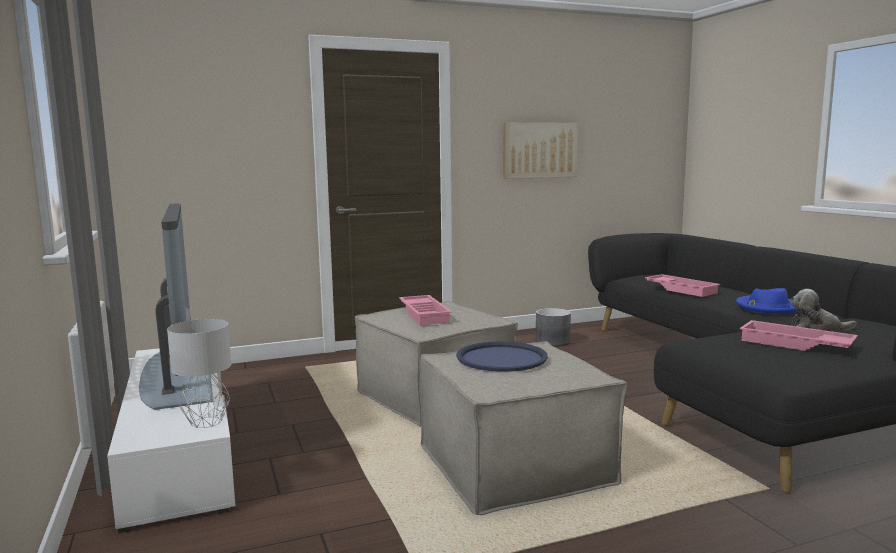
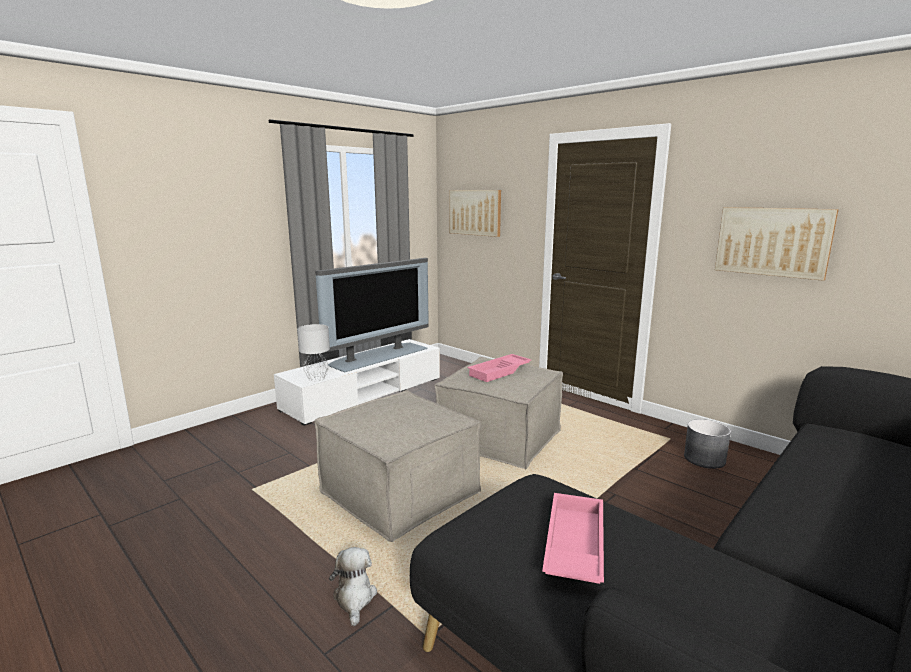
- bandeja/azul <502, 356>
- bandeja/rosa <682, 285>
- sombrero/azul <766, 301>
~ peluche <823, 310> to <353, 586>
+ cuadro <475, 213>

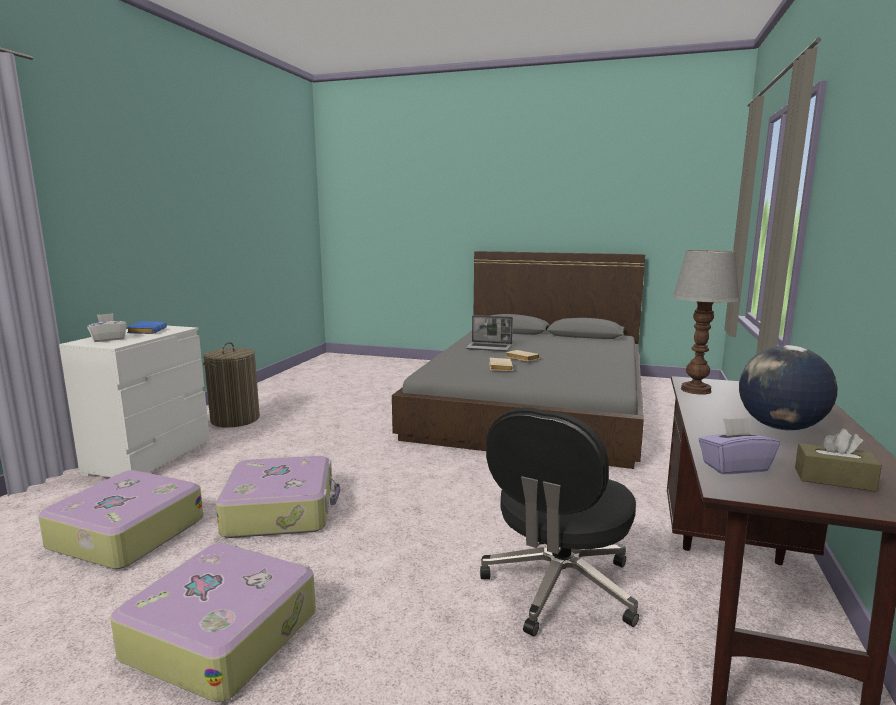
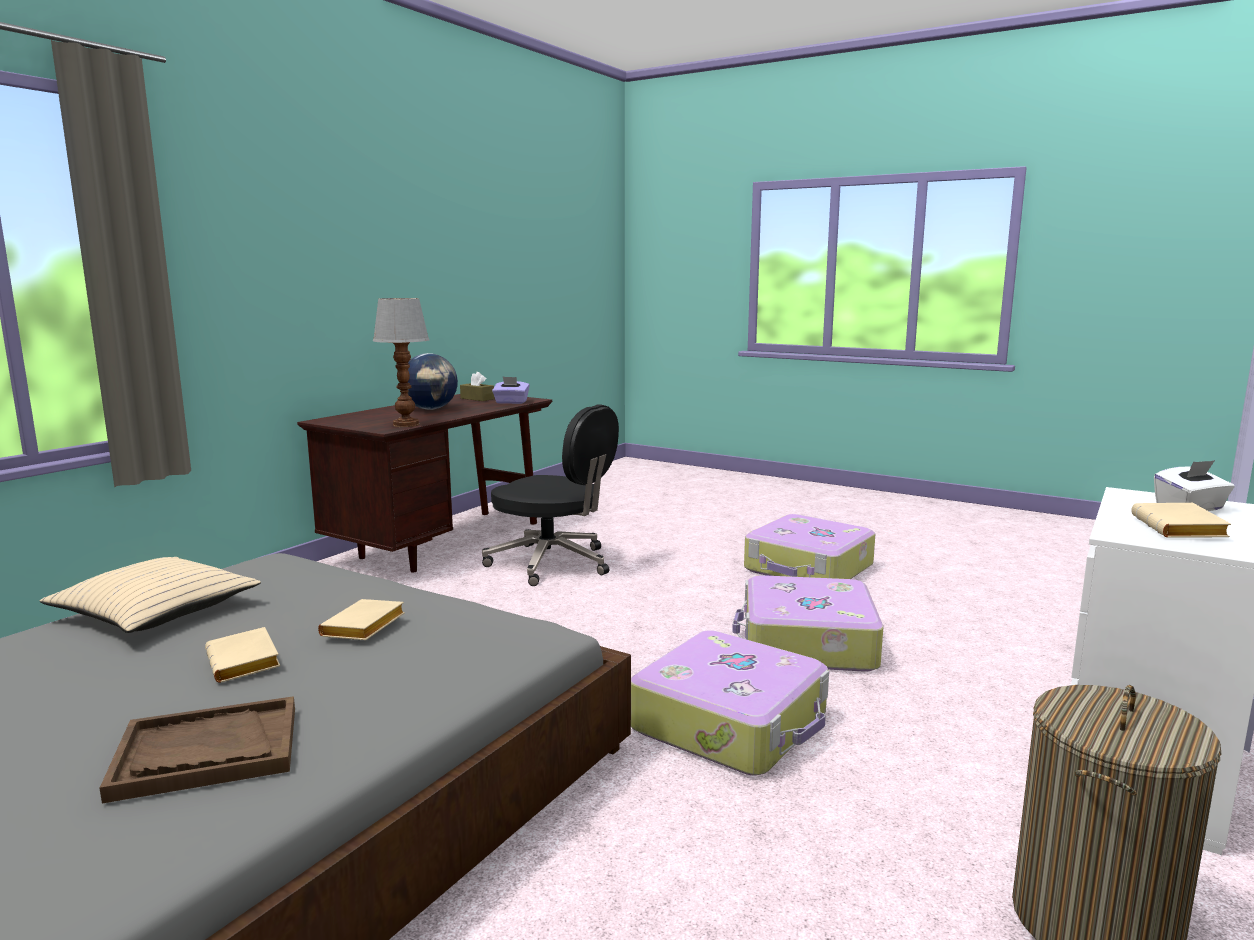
~ maleta <120, 519> to <730, 702>
~ libro/azul <146, 327> to libro/beis <1181, 520>
~ portátil <489, 333> to bandeja/marrón <197, 749>
~ silla de oficina/negro <559, 522> = <550, 495> 75 degrees clockwise
+ cojín/beis <150, 595>

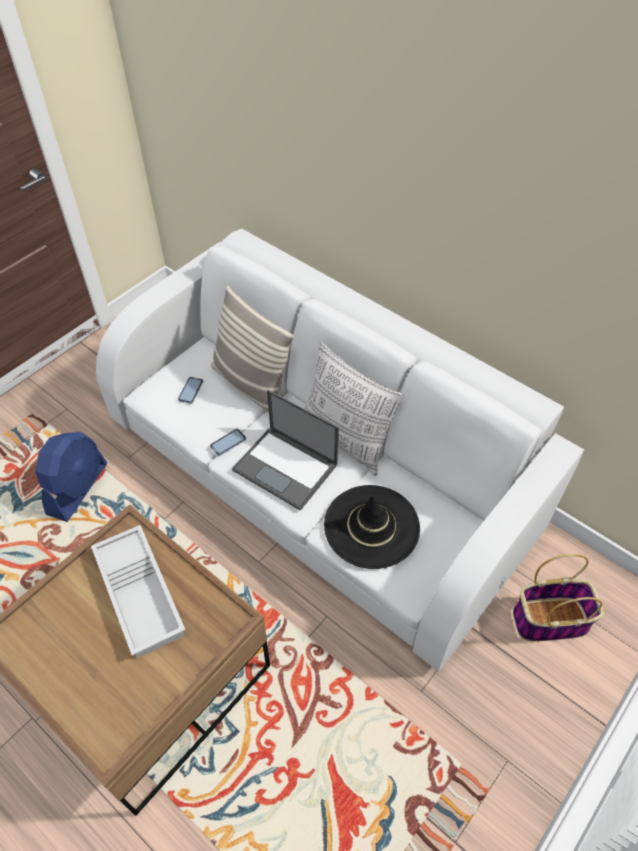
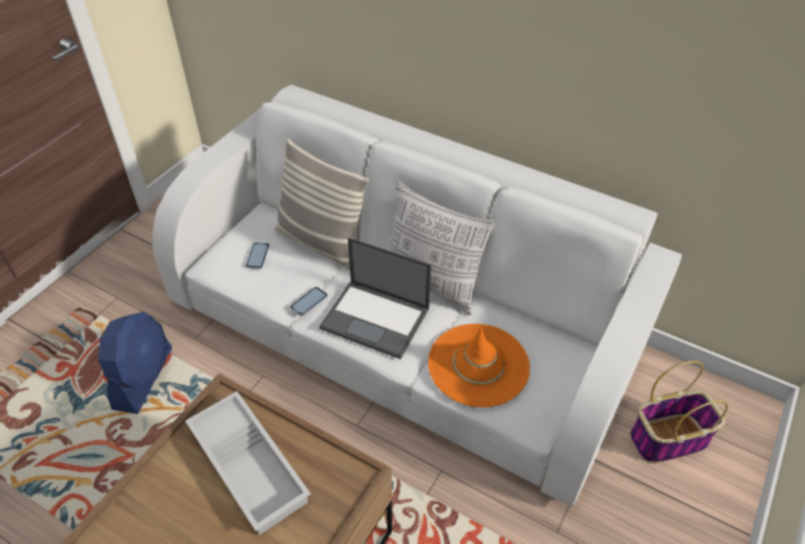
~ sombrero/negro <372, 527> to sombrero/naranja <479, 365>

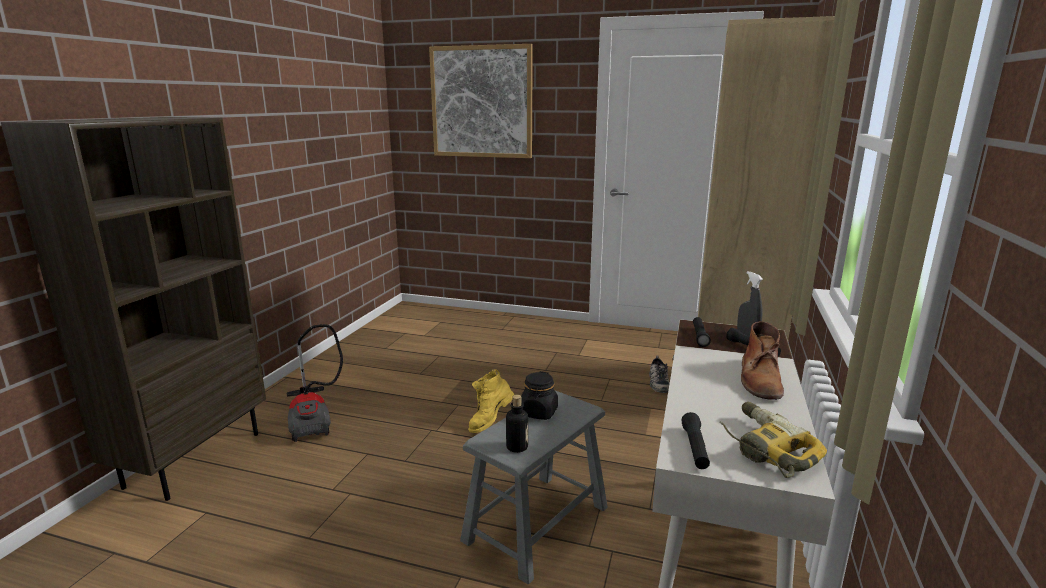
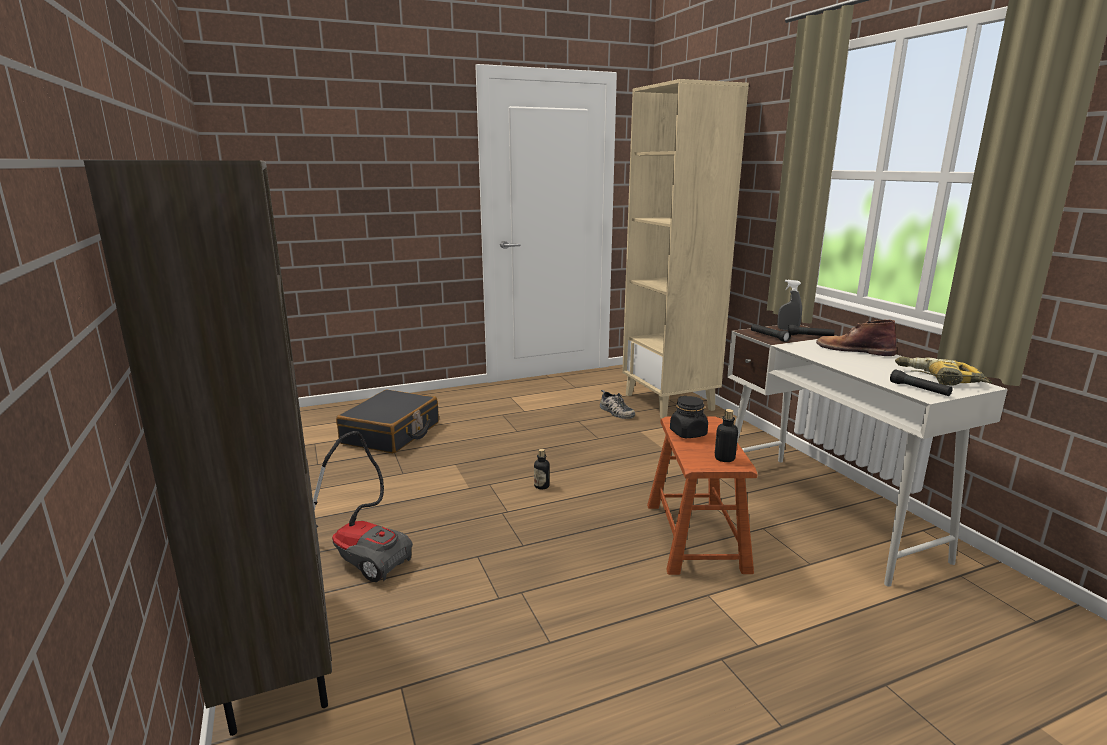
- cuadro <481, 101>
~ taburete/gris <534, 487> to taburete/marrón <702, 495>
~ bota/amarillo <491, 401> to botella <542, 469>
~ bota/marrón <762, 360> = <856, 338> 150 degrees clockwise
+ maleta/negro <387, 421>

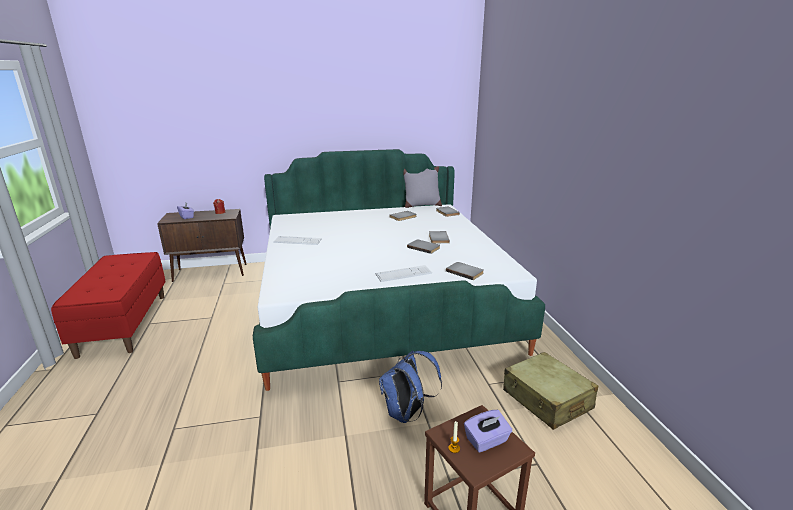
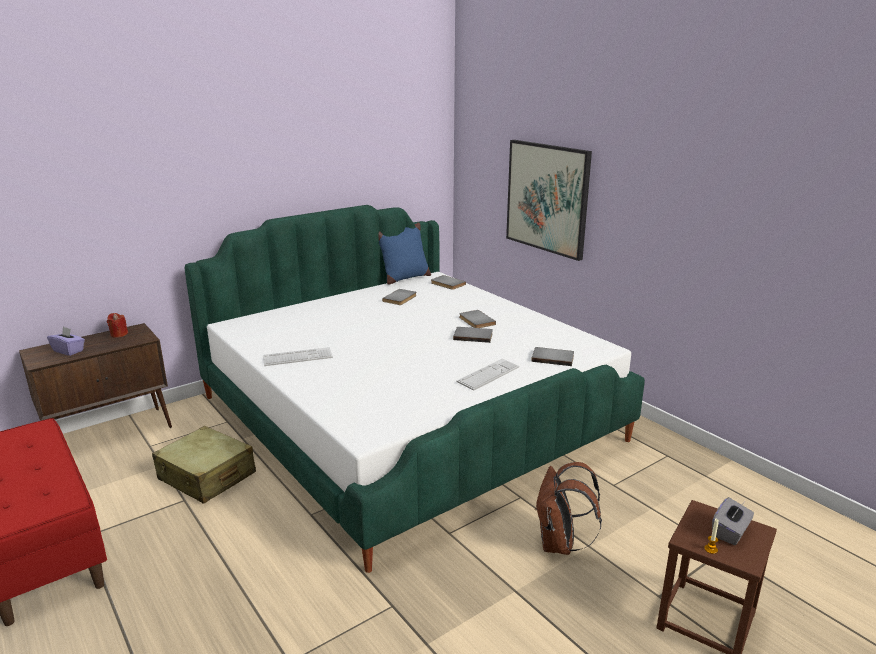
~ mochila/azul <410, 387> to mochila/marrón <568, 508>
~ cojín/gris <422, 187> to cojín/azul <405, 253>
~ caja de pañuelos/morado <488, 431> to caja de pañuelos/gris <733, 521>
~ maleta/beis <550, 391> to <204, 465>
+ cuadro <549, 200>

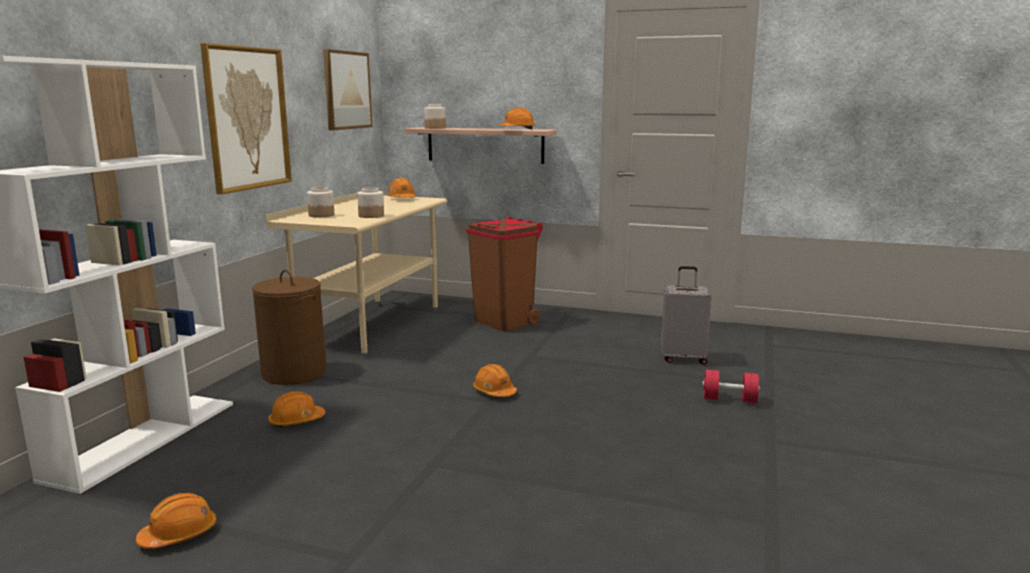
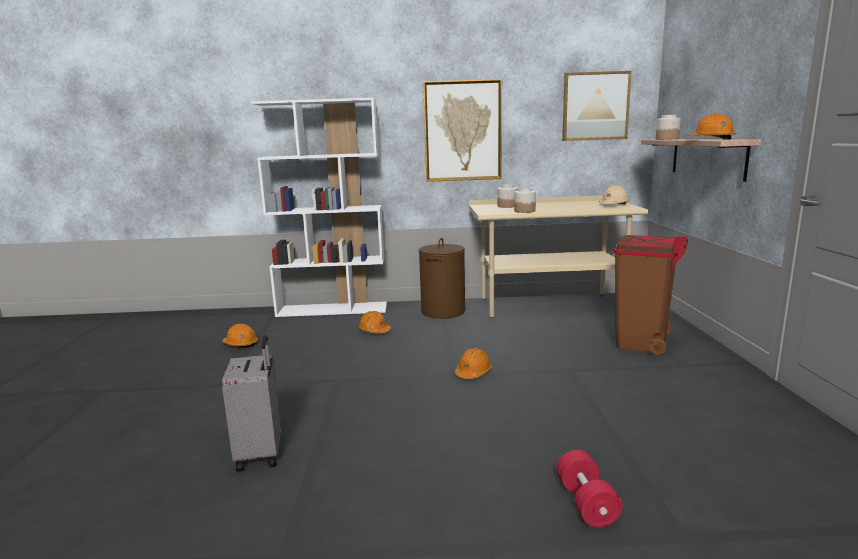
~ casco/naranja <401, 187> to casco/beis <614, 194>
~ maleta/gris <686, 315> to <251, 403>

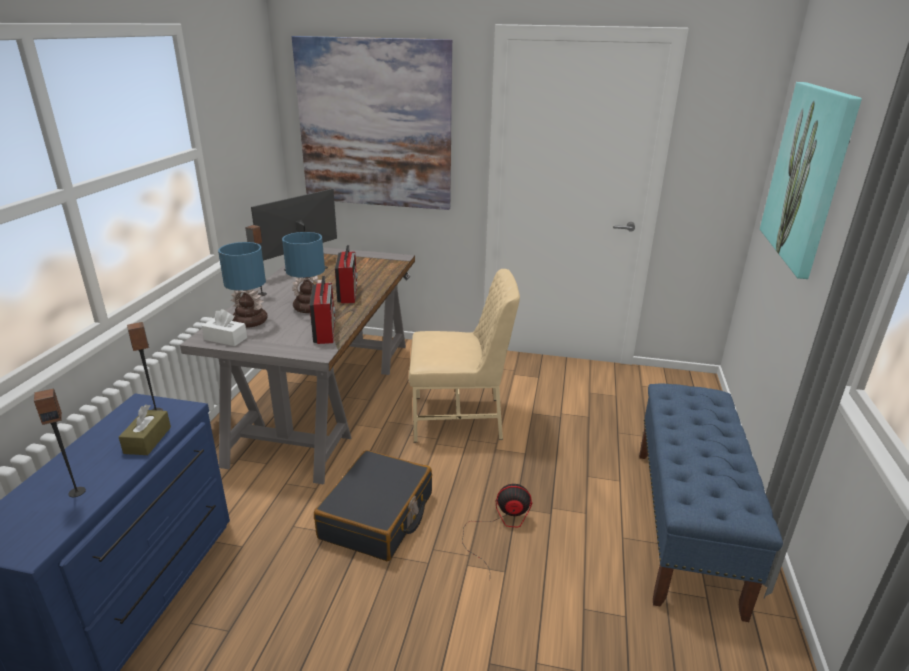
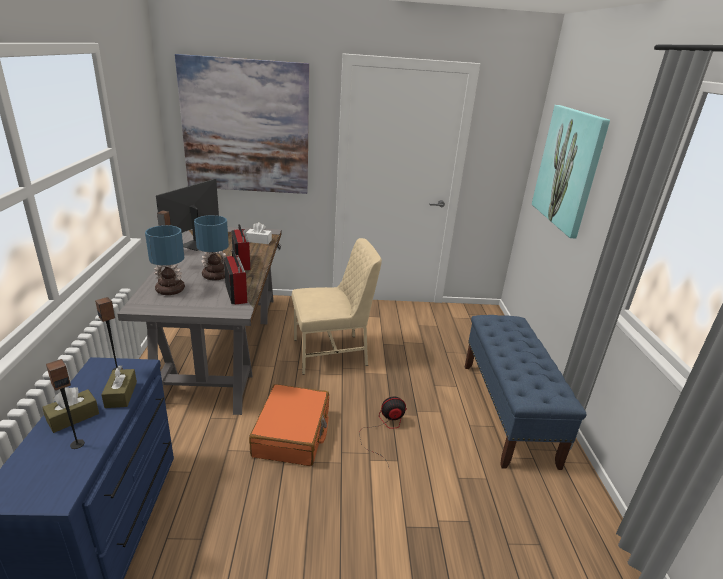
~ caja de pañuelos/blanco <224, 327> to <259, 233>
~ maleta/negro <373, 505> to maleta/naranja <289, 425>
+ caja de pañuelos/marrón <70, 410>

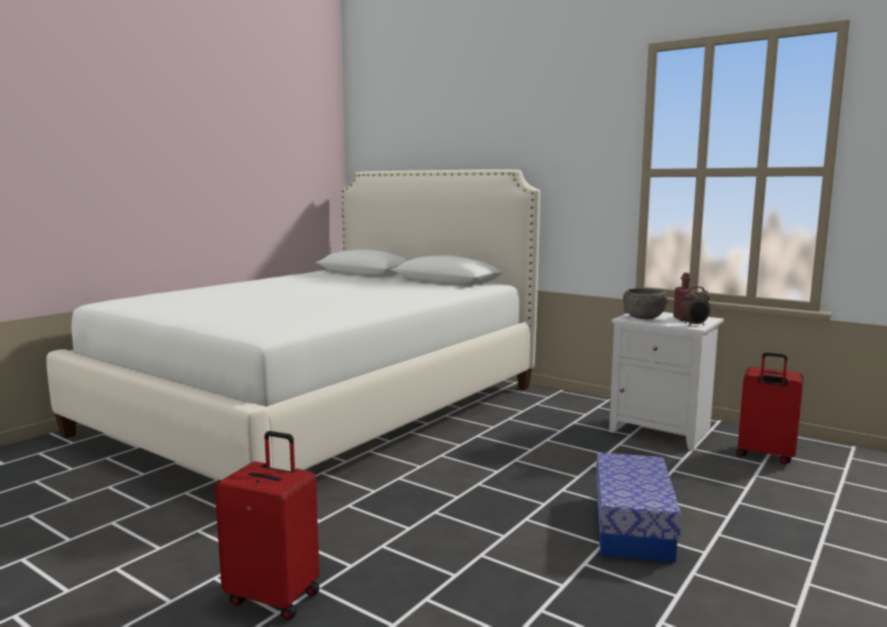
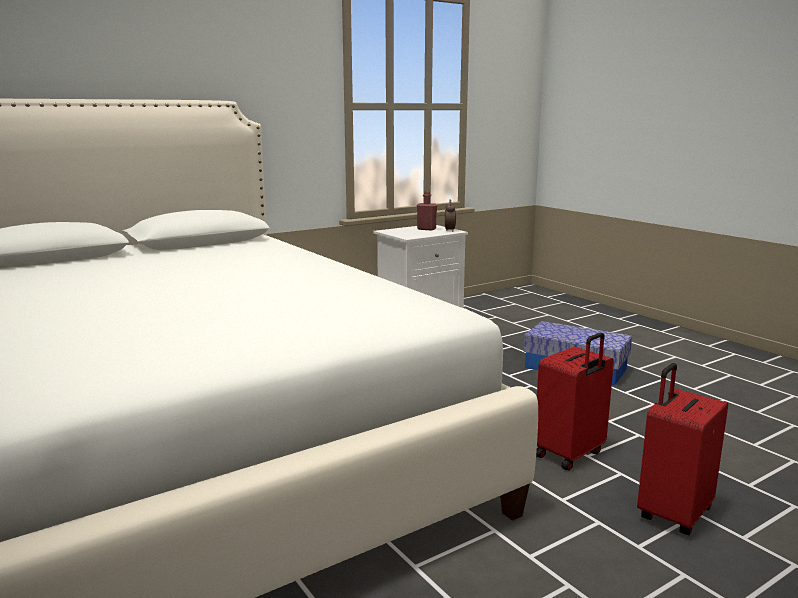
- cuenco/gris <645, 303>
~ maleta/rojo <770, 408> to <575, 401>

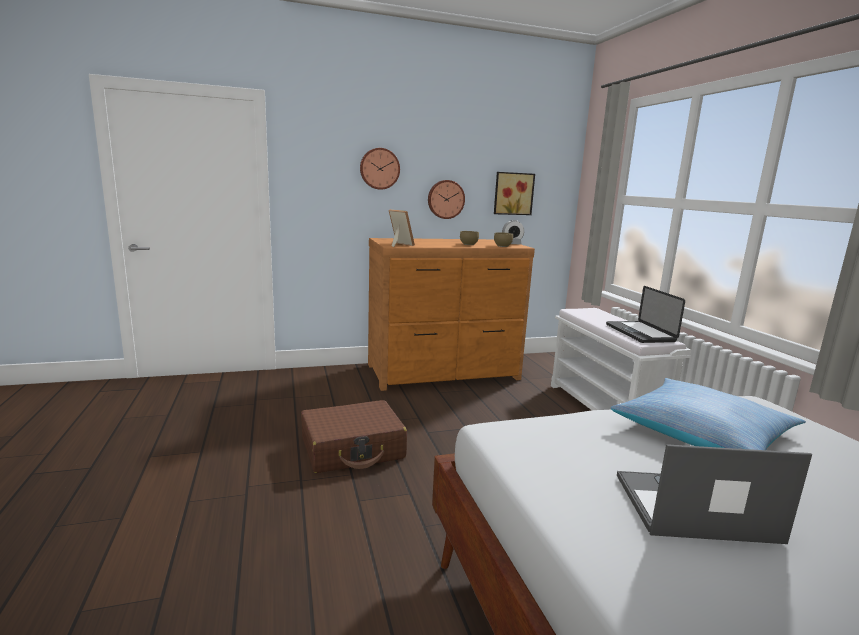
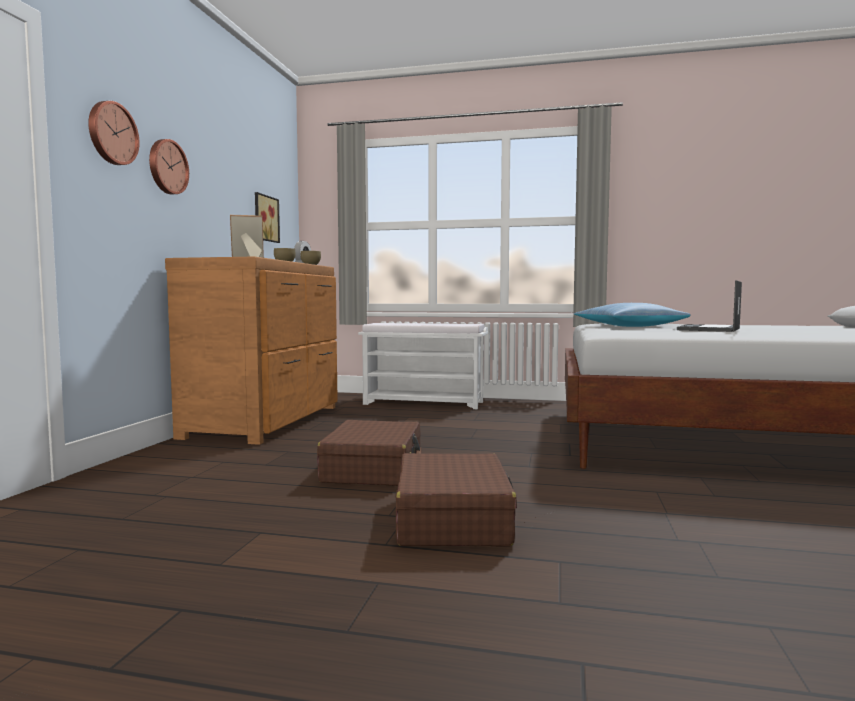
~ reloj de pared <446, 199> to <114, 133>
- portátil <645, 314>
+ maleta/marrón <456, 500>

